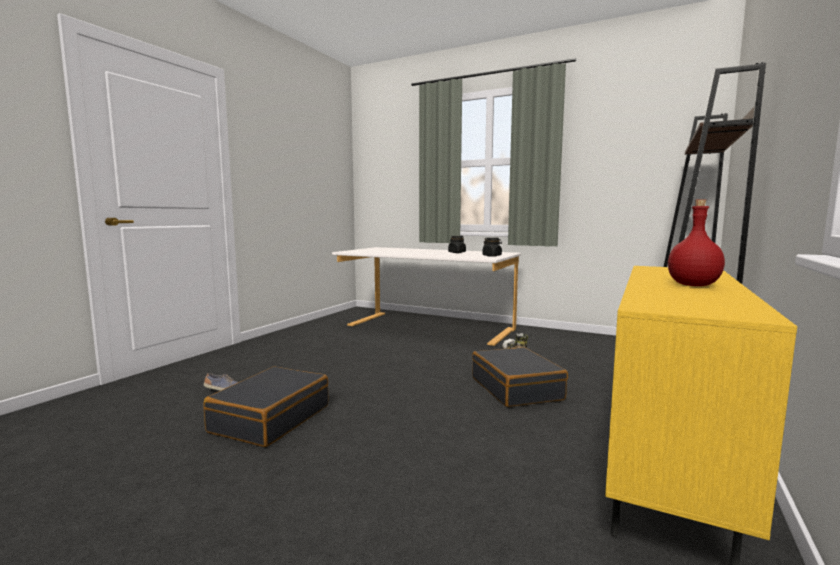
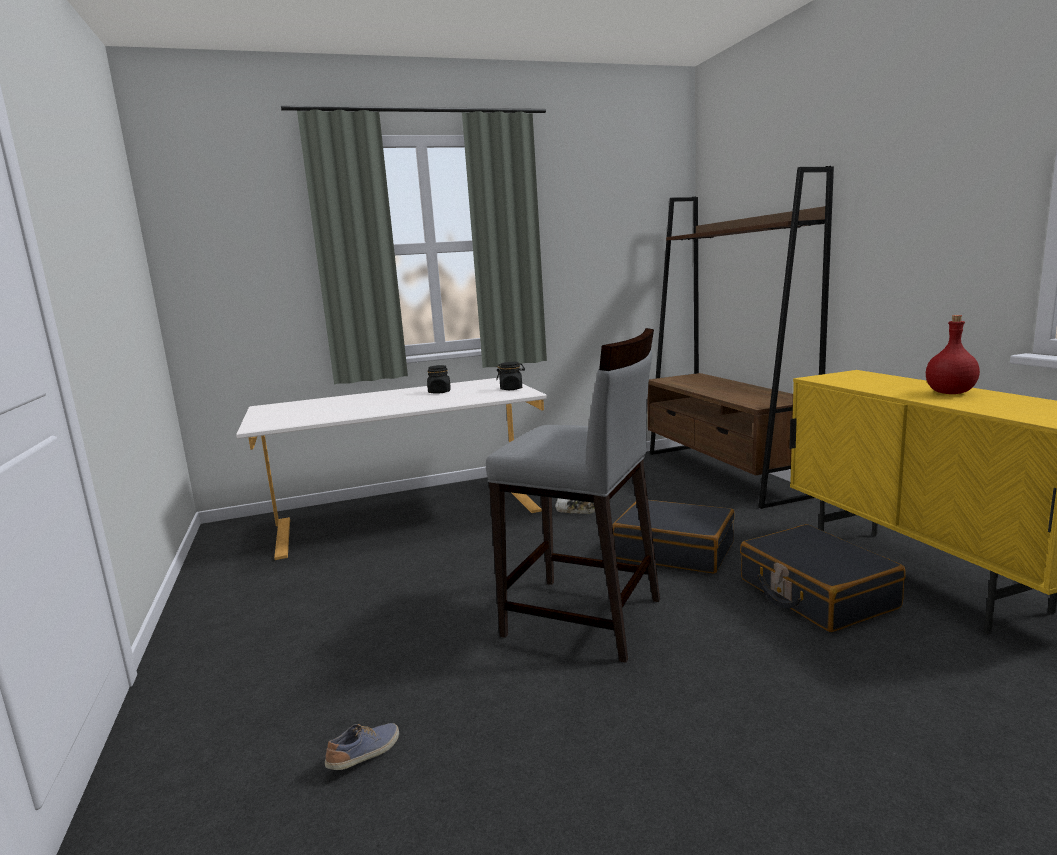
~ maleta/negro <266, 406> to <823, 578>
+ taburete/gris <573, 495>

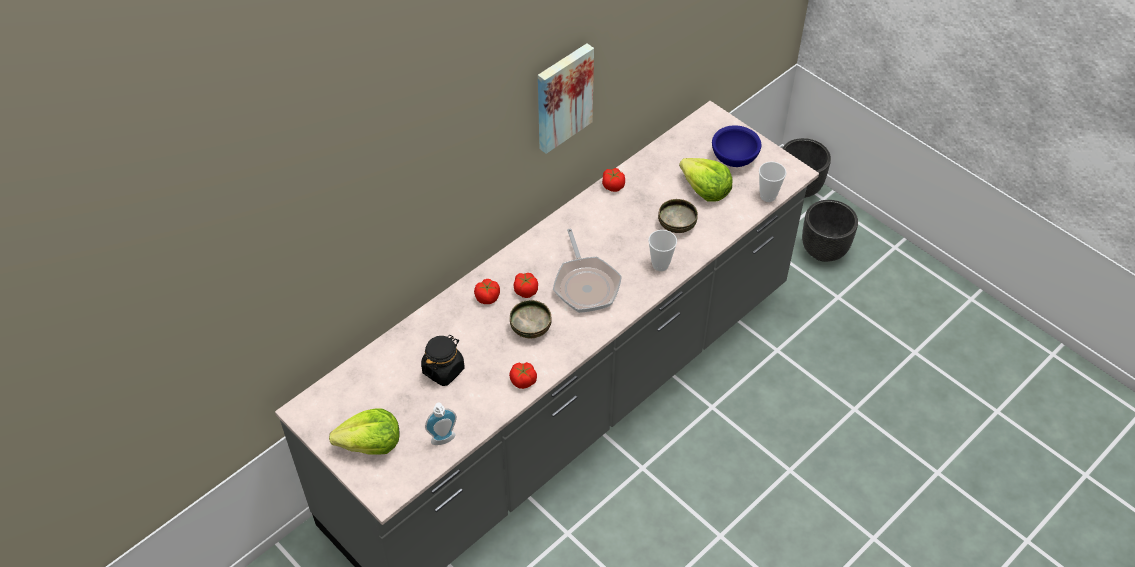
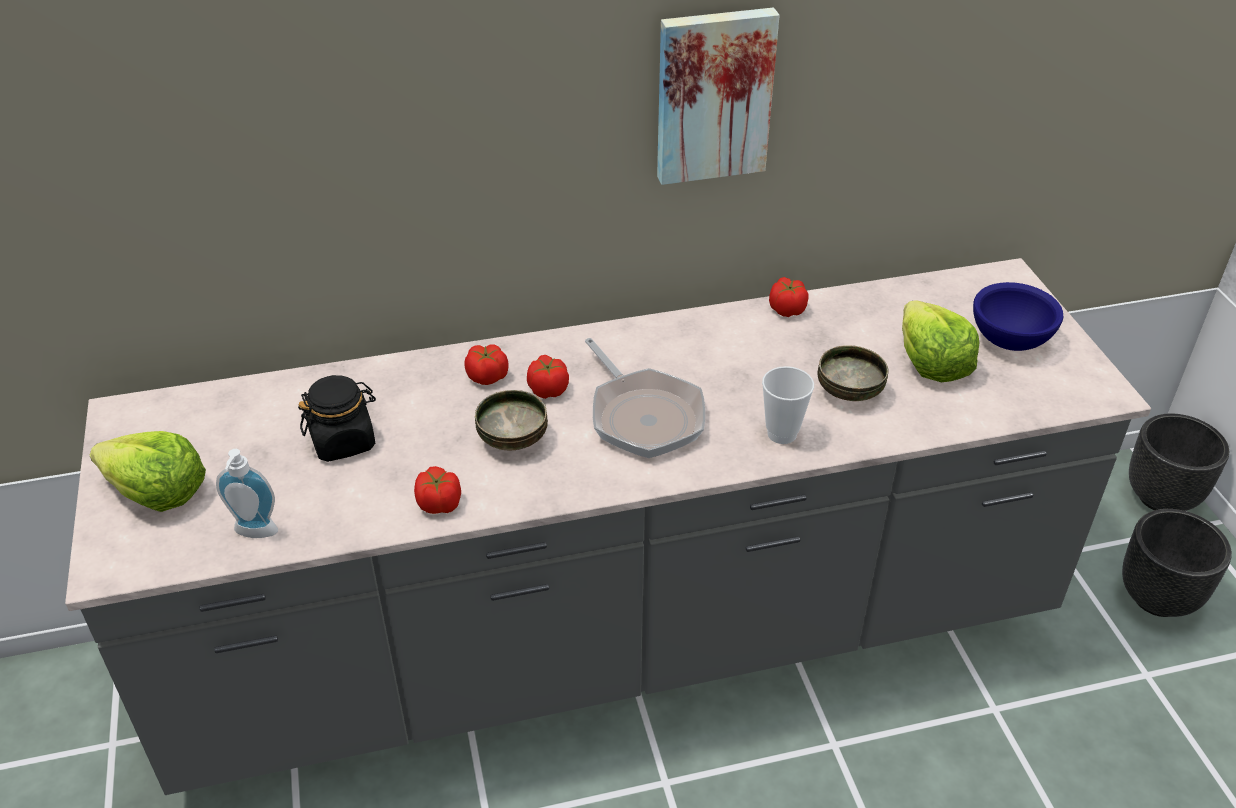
~ sartén <587, 271> = <645, 398> 45 degrees counterclockwise
- taza <772, 182>

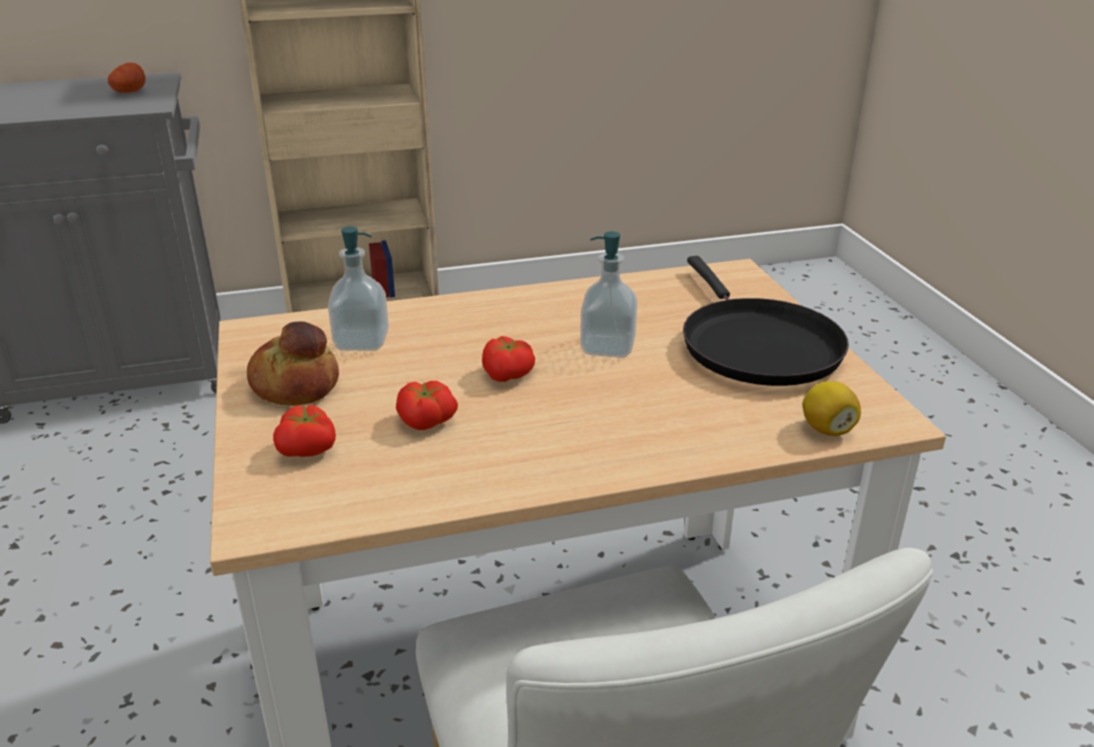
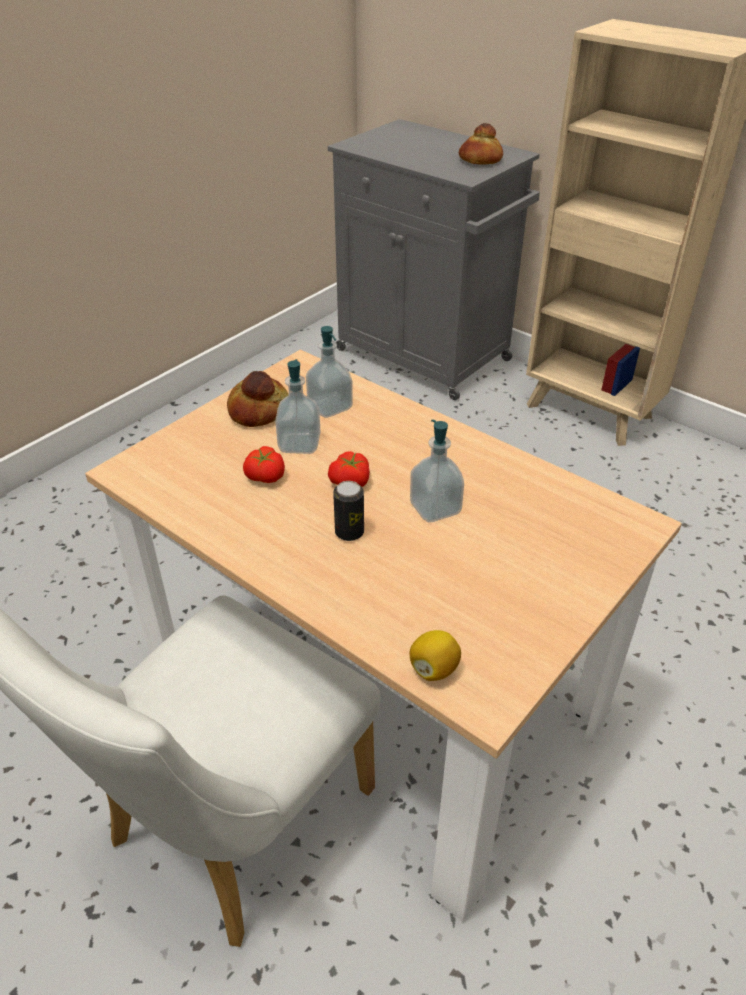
~ patata <126, 78> to pan <481, 144>
- tomate <304, 431>
- sartén/negro <766, 321>
+ dispensador de jabón <297, 406>
+ lata <348, 511>

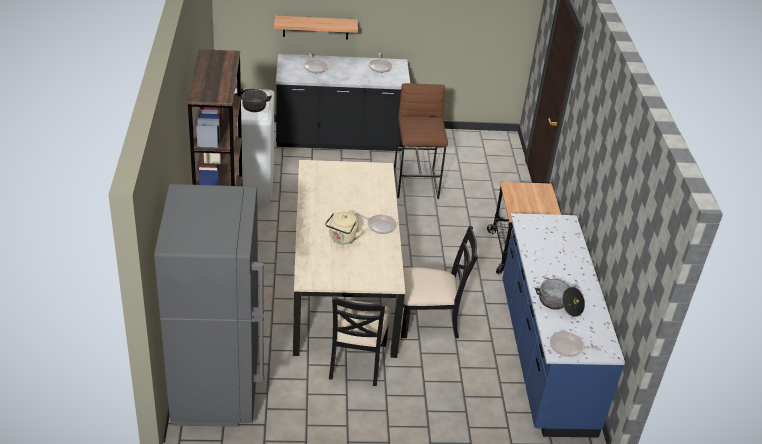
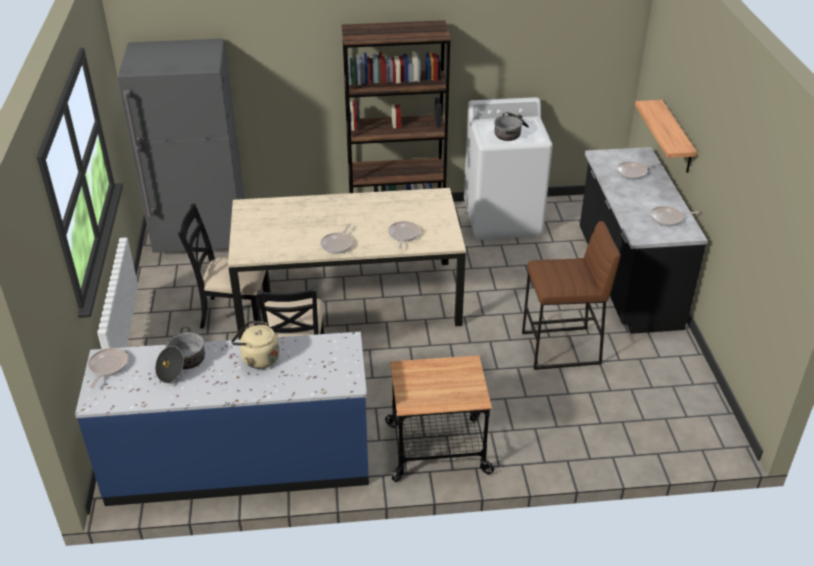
~ hervidor/beis <344, 228> to <255, 345>
+ sartén <404, 235>

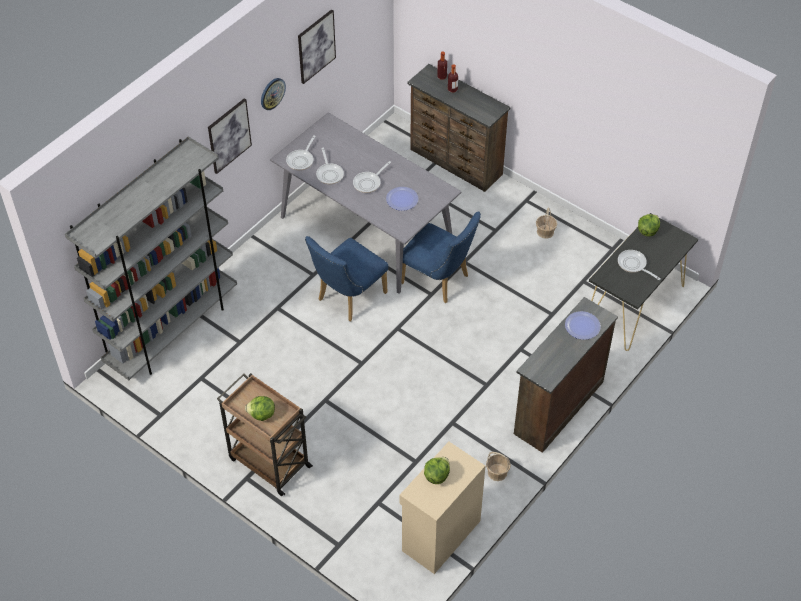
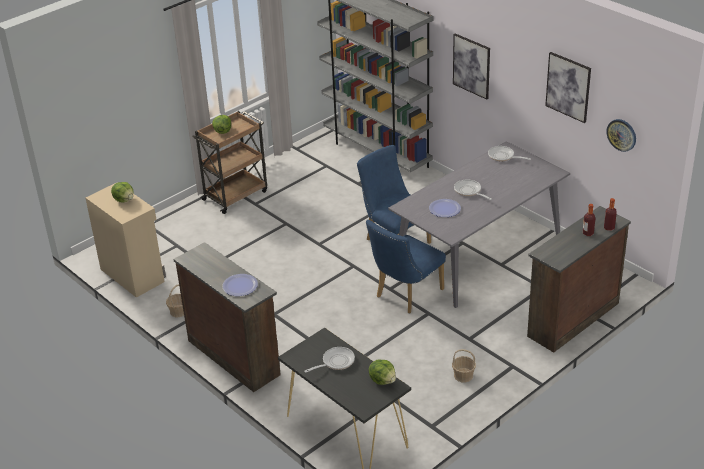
~ reloj de pared <273, 94> to <621, 135>
- sartén <330, 166>

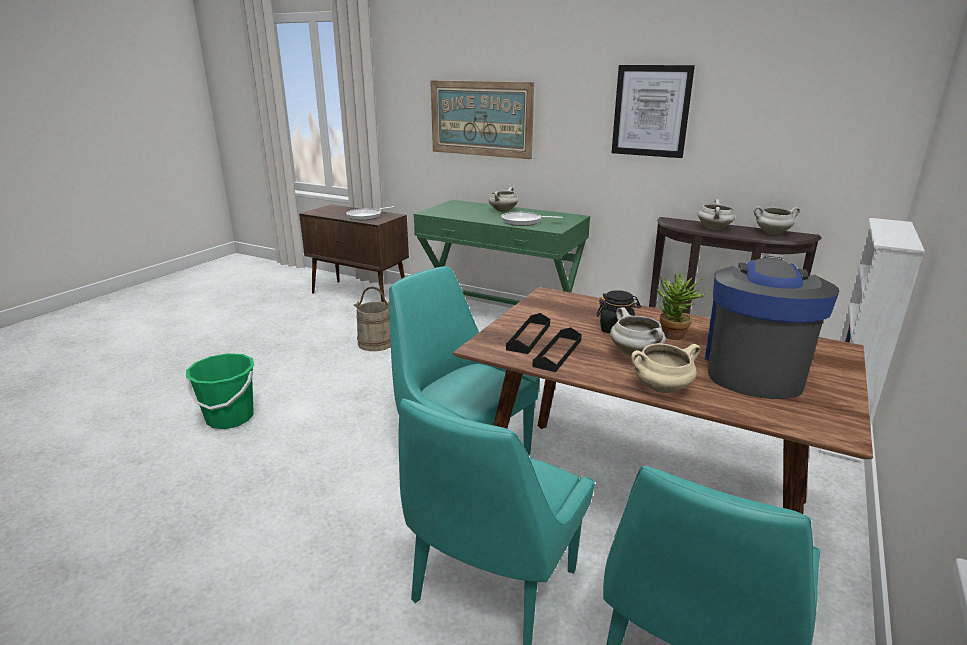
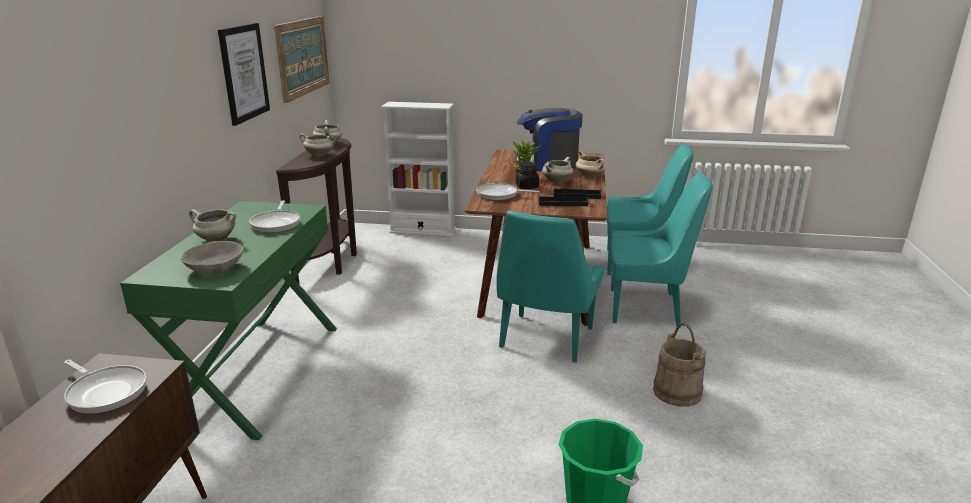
~ cubo/beis <372, 318> to <679, 365>
~ cuadro <482, 119> to <302, 59>
+ cuenco/gris <212, 257>
+ sartén <508, 192>

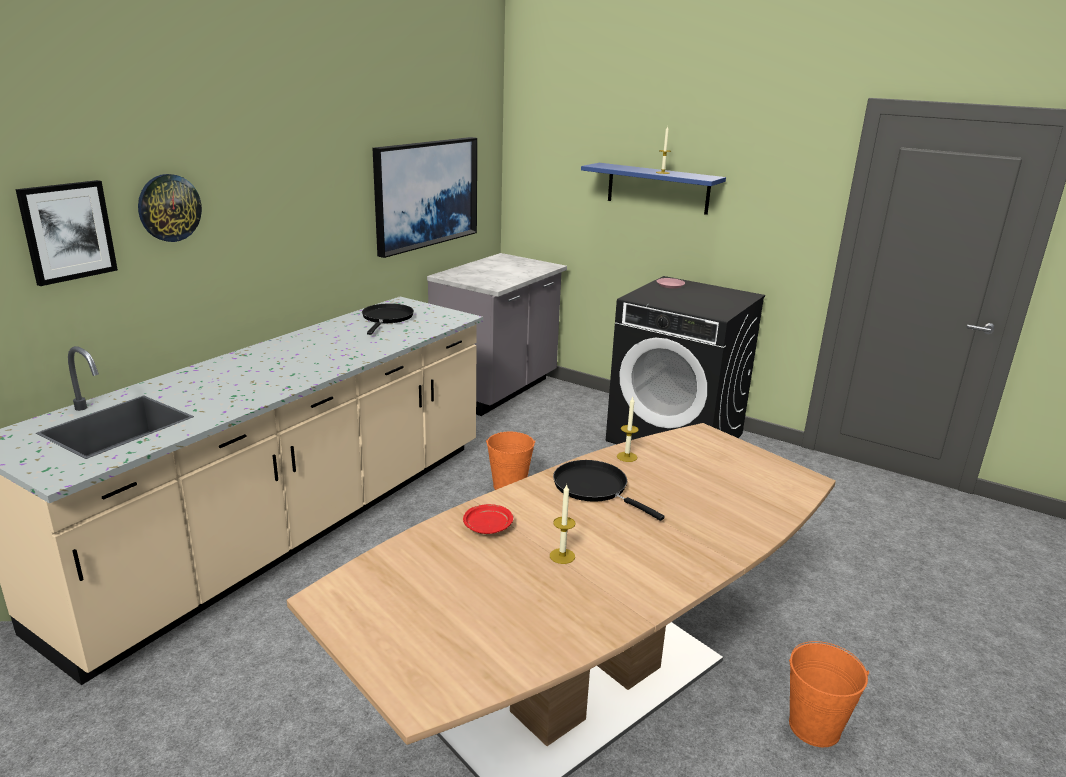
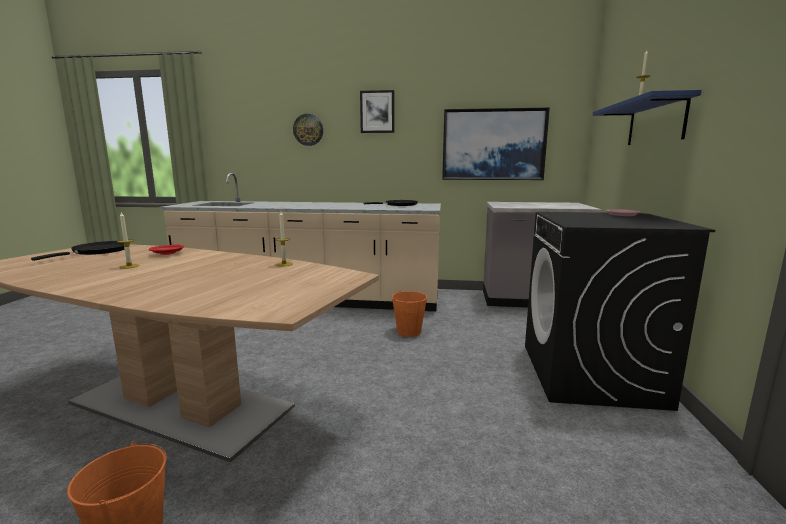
~ cuadro <67, 233> to <377, 111>
~ sartén/negro <608, 490> to <80, 251>

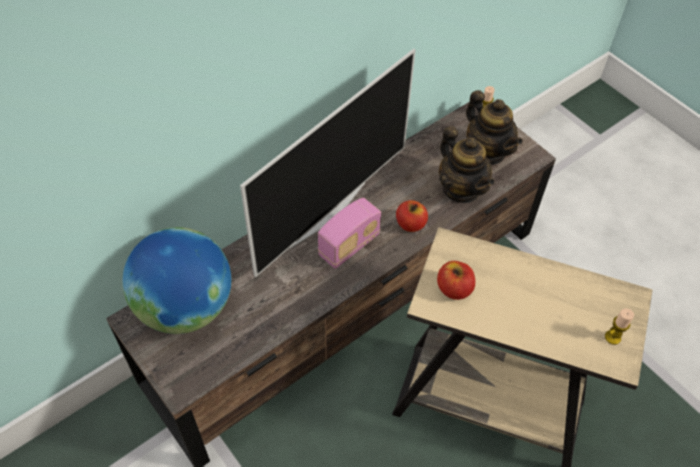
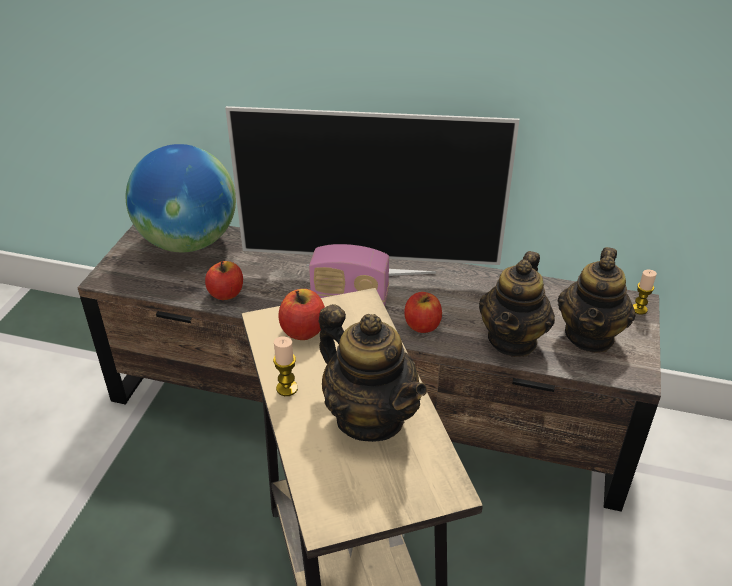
~ vela <619, 327> to <285, 366>
+ manzana <224, 280>
+ tetera <372, 373>

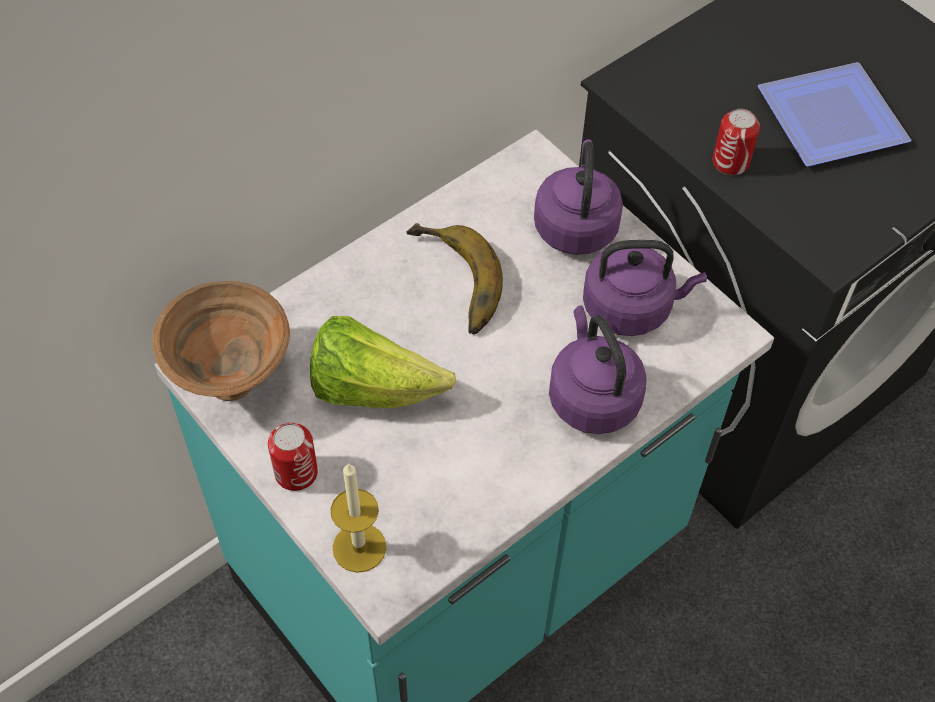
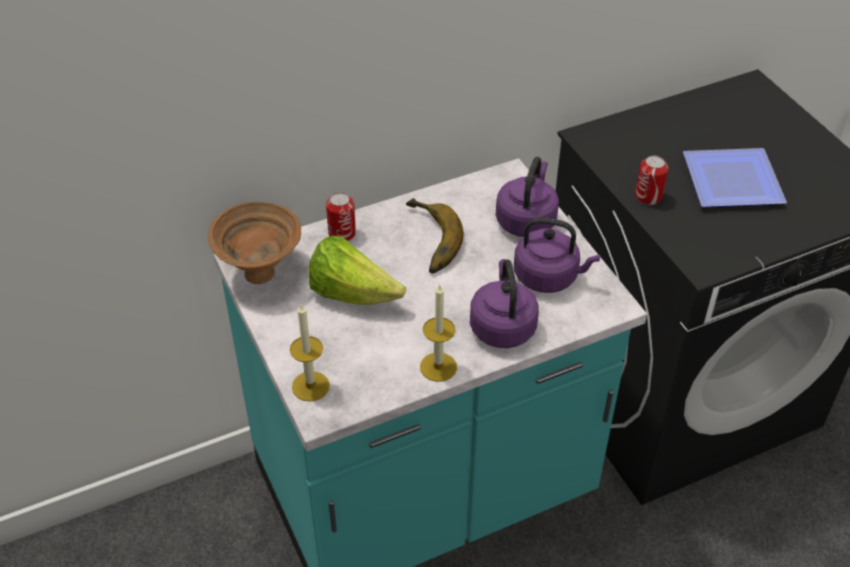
~ lata <293, 457> to <341, 216>
+ vela <438, 332>

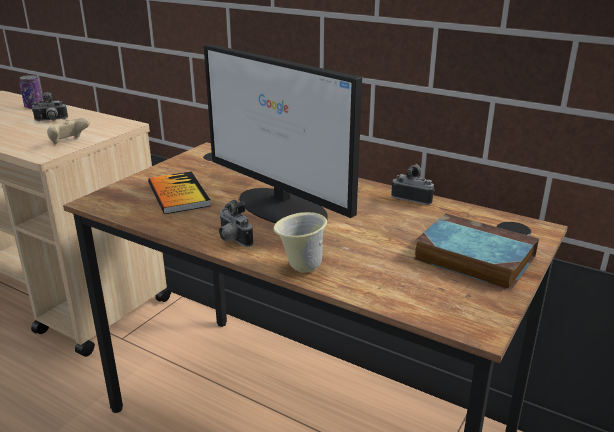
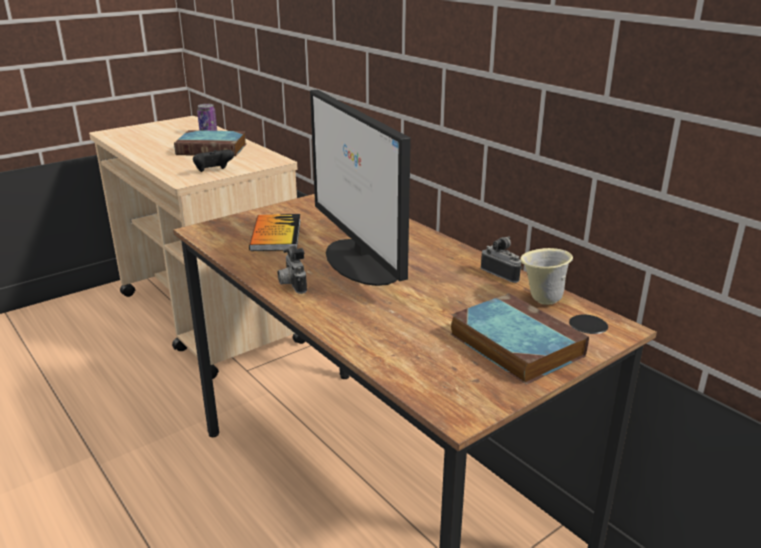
~ cámara <50, 106> to libro <210, 143>
~ mando de consola/beis <68, 131> to mando de consola/negro <213, 161>
~ taza grande/beis <300, 242> to <546, 276>

